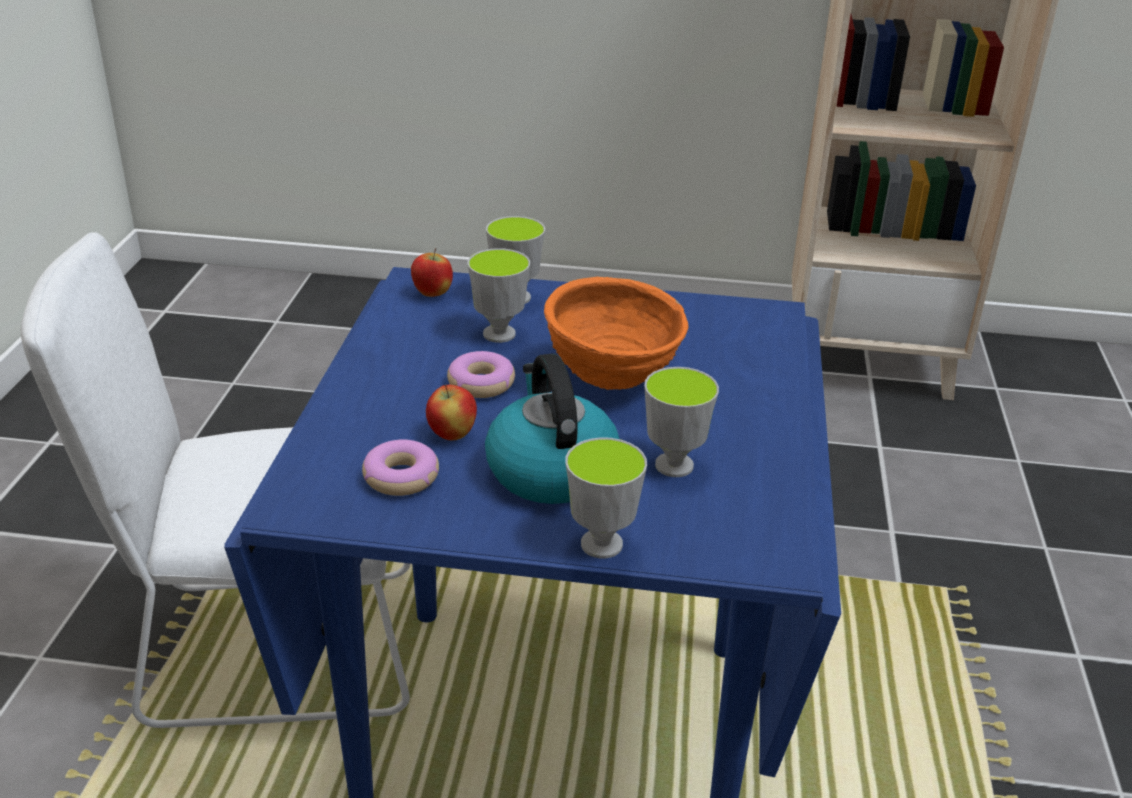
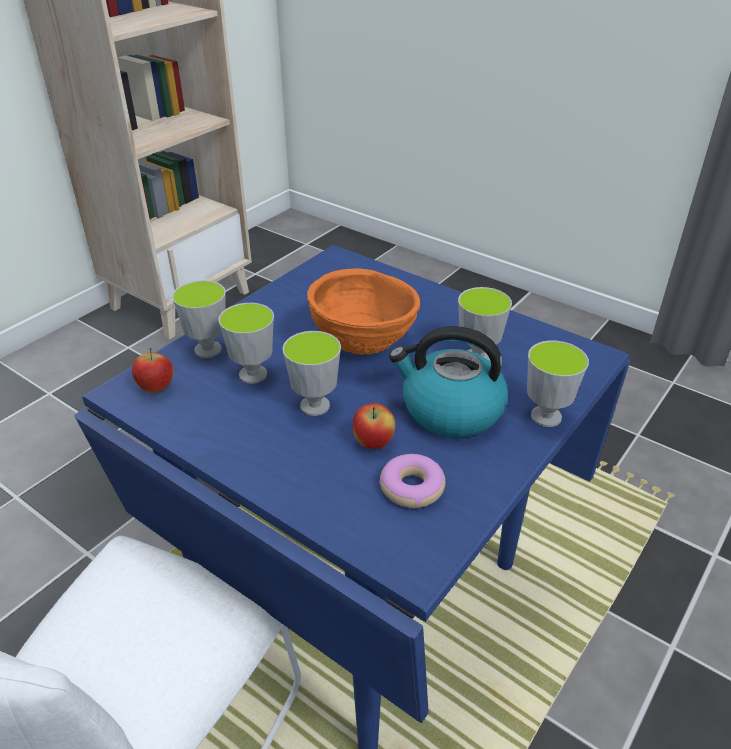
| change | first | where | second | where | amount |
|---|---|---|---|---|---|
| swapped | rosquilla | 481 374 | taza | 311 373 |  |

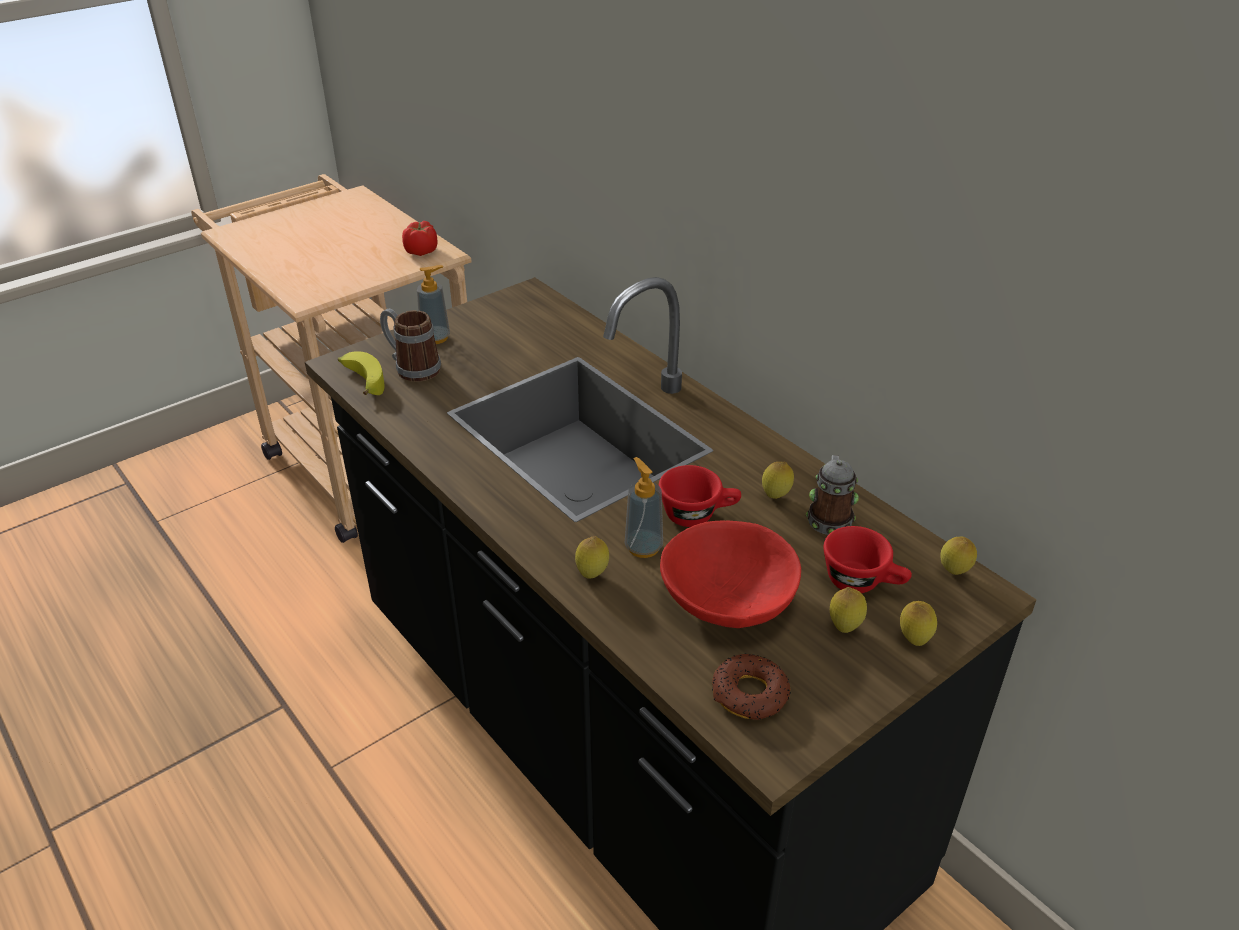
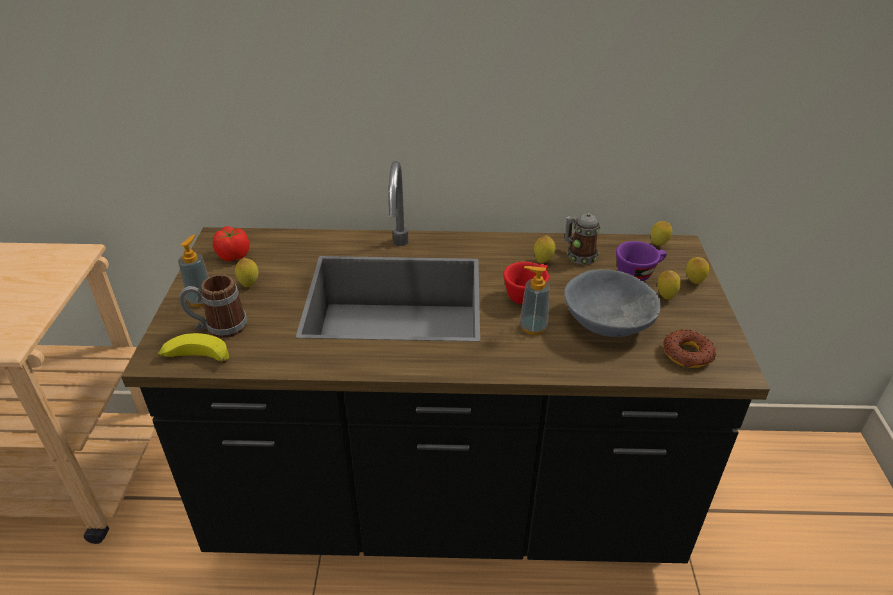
| change | first | where | second | where | amount |
|---|---|---|---|---|---|
| shifted | tomate | 420 238 |  | 231 243 |  |
| shifted | limón | 592 557 |  | 247 272 |  |
| repainted | cuenco [rojo] | 730 574 | cuenco [gris] | 612 303 |  |
| repainted | taza [rojo] | 868 559 | taza [morado] | 641 261 |  |

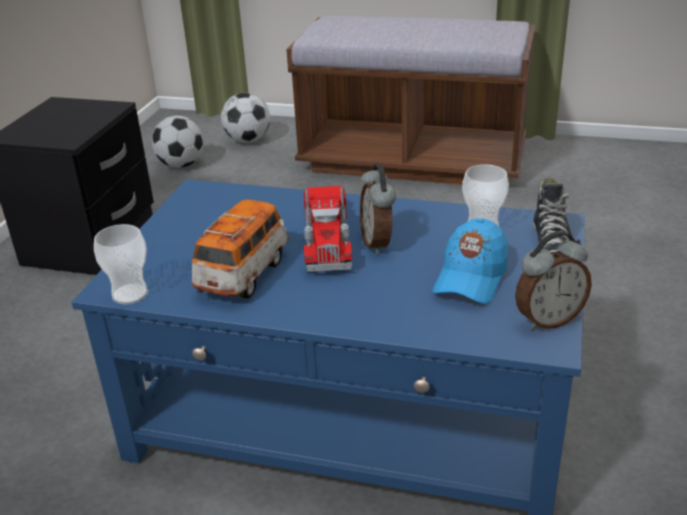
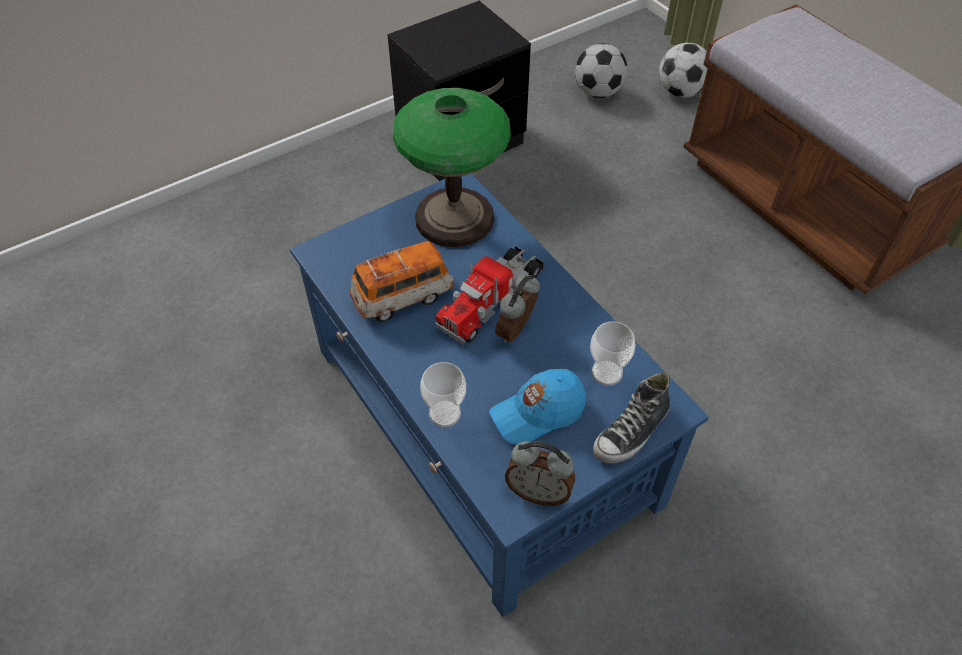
| change | first | where | second | where | amount |
|---|---|---|---|---|---|
| new |  |  | lámpara de mesa | 452 167 |  |
| shifted | taza | 121 264 |  | 443 394 |  |

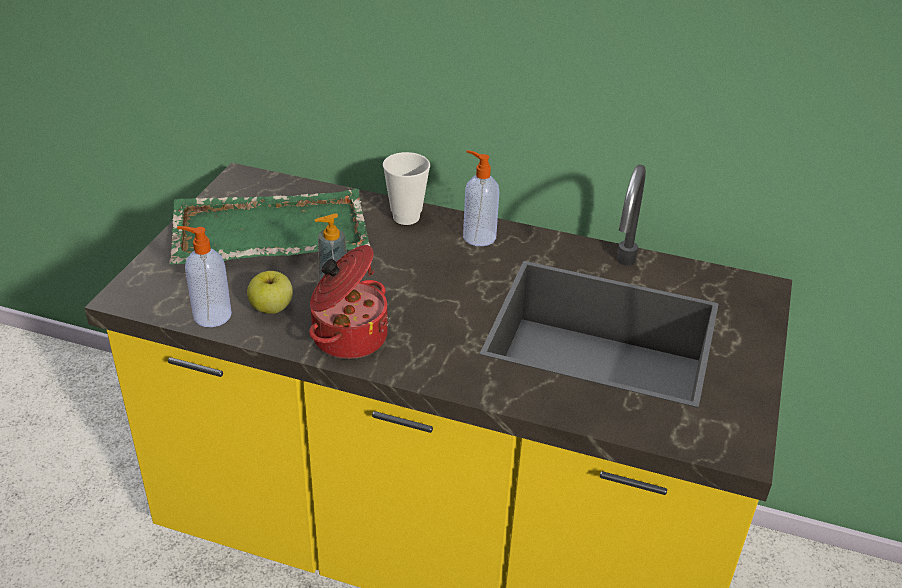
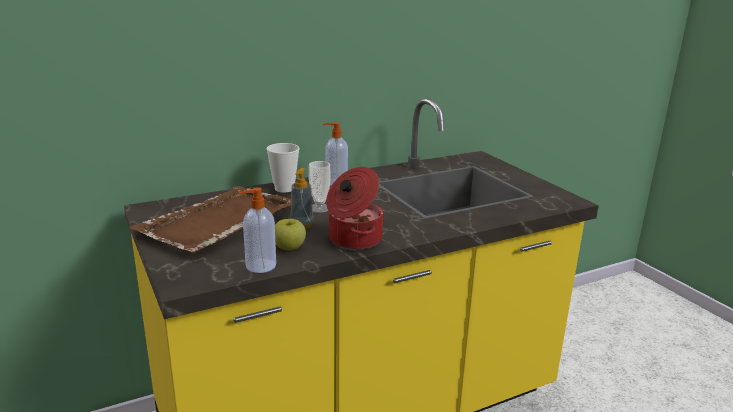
| change | first | where | second | where | amount |
|---|---|---|---|---|---|
| new |  |  | taza | 320 187 |  |
| repainted | bandeja [verde] | 269 227 | bandeja [marrón] | 210 219 |  |

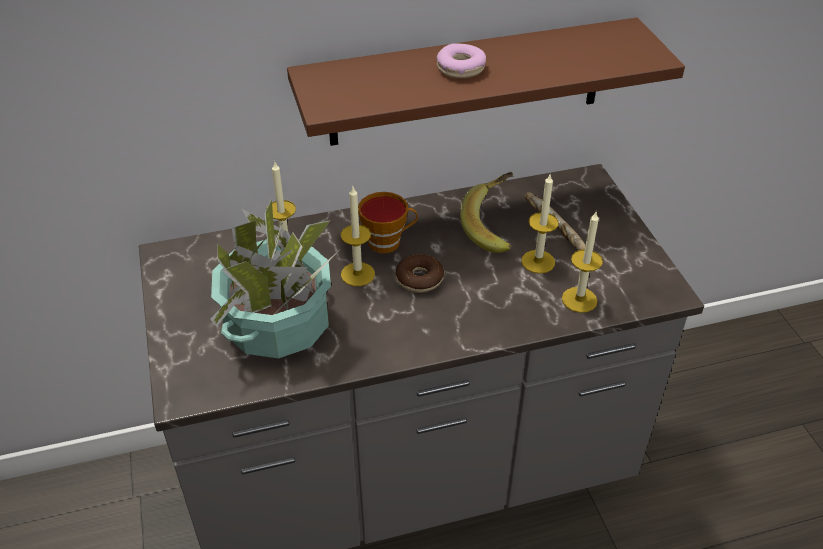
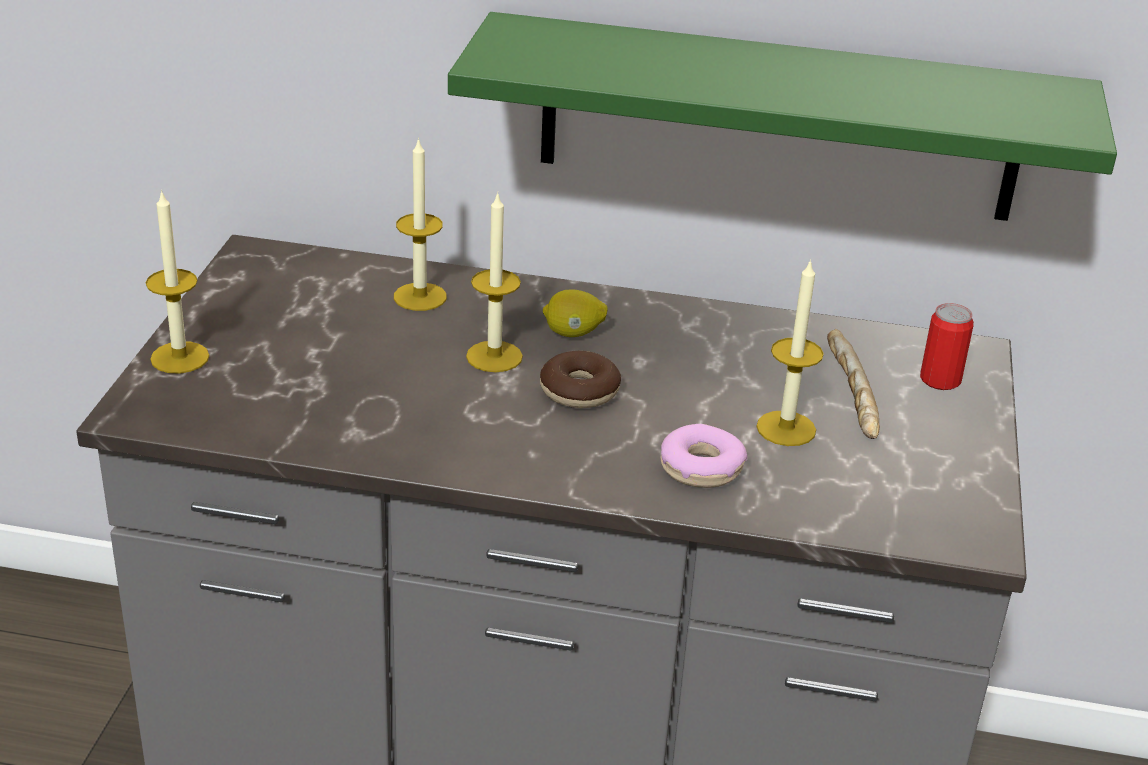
| change | first | where | second | where | amount |
|---|---|---|---|---|---|
| gone | planta en maceta | 273 278 |  |  |  |
| gone | plátano | 486 212 |  |  |  |
| new |  |  | lata | 947 346 |  |
| shifted | rosquilla | 461 61 |  | 704 456 |  |
| shifted | vela | 582 262 |  | 177 282 |  |
| swapped | taza | 388 222 | limón | 575 313 |  |
| repainted | estante [marrón] | 486 82 | estante [verde] | 782 116 |  |

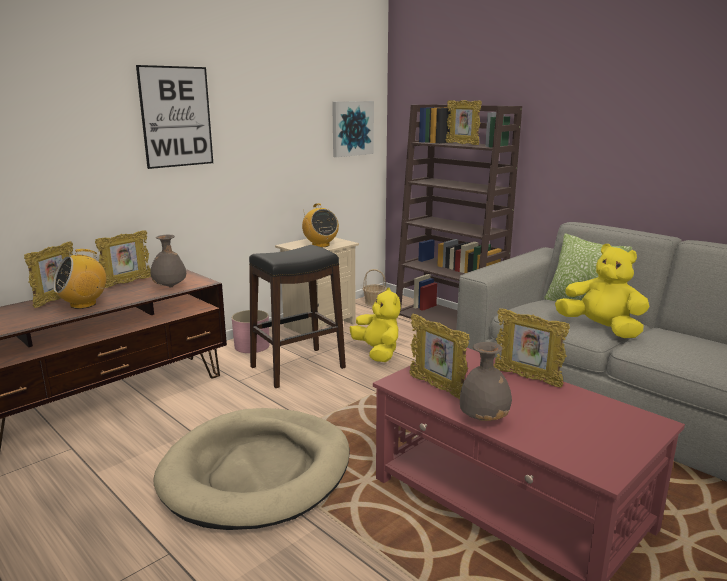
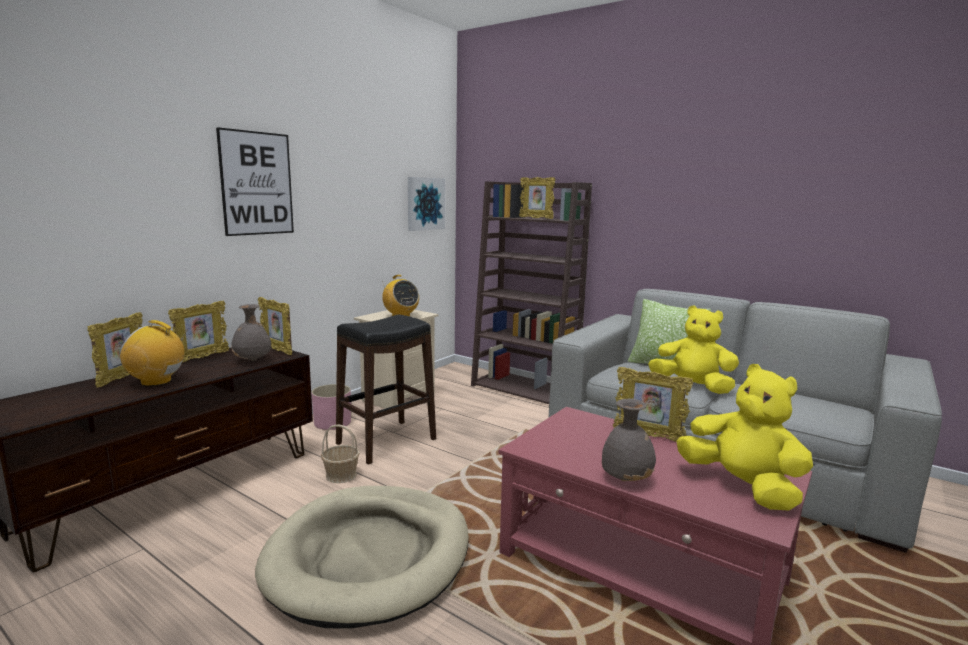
| change | first | where | second | where | amount |
|---|---|---|---|---|---|
| shifted | peluche [amarillo] | 375 324 |  | 744 437 |  |
| shifted | cesta | 375 287 |  | 340 453 |  |
| shifted | portarretratos | 439 356 |  | 275 326 |  |
| rotated | radio | 80 279 |  | 153 353 | 60 degrees clockwise |

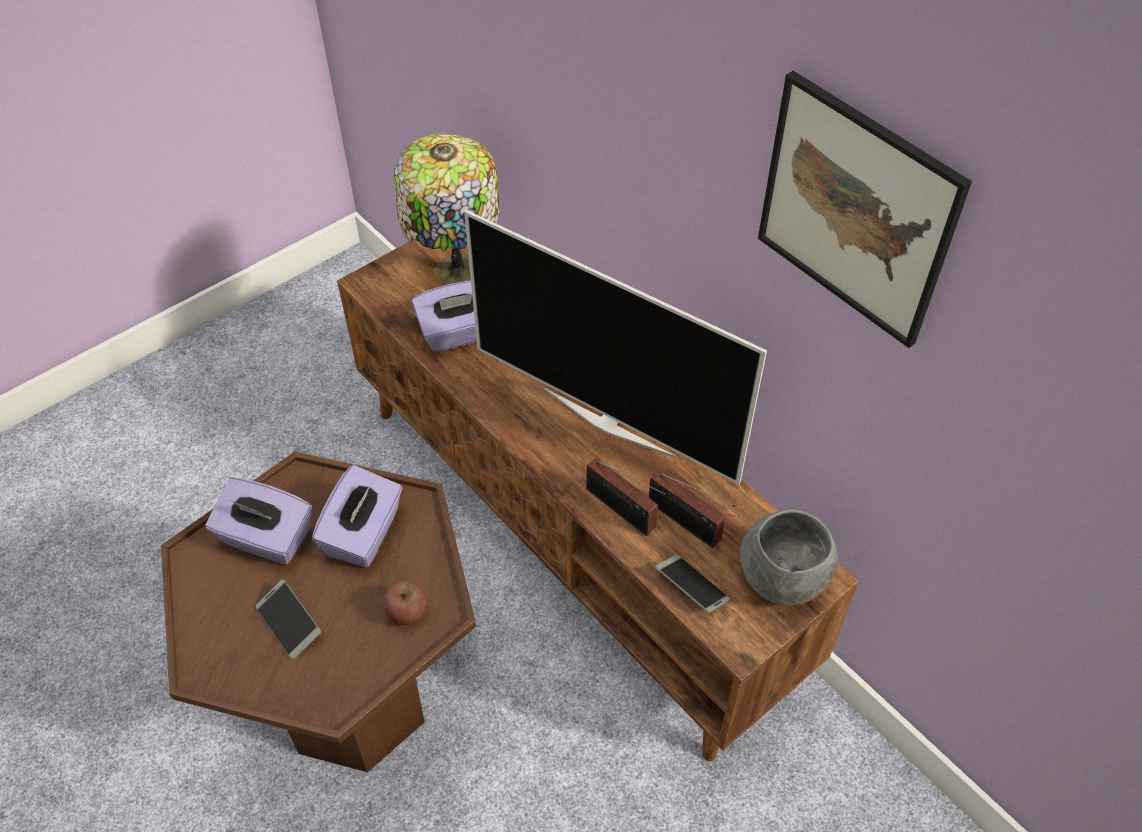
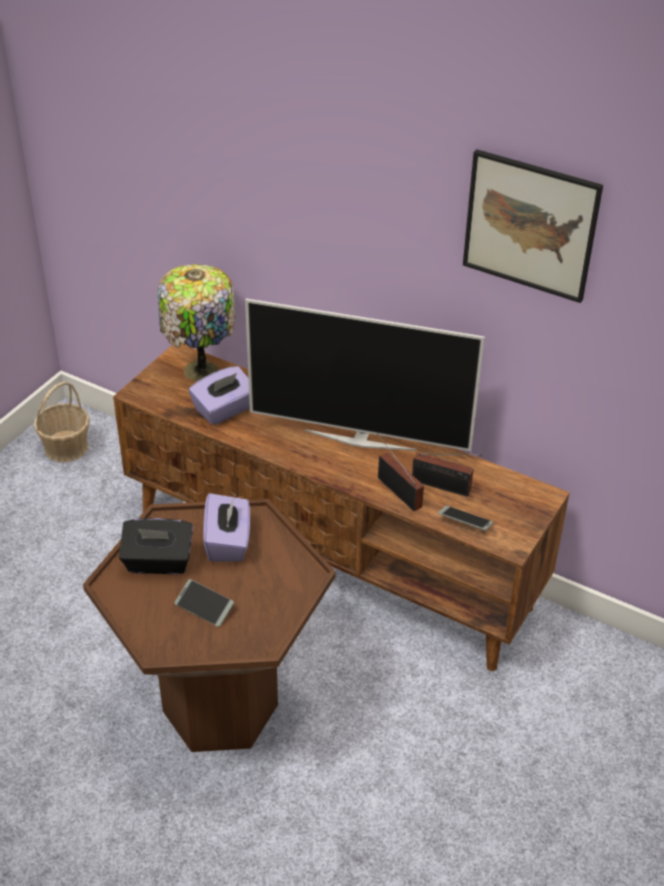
| change | first | where | second | where | amount |
|---|---|---|---|---|---|
| gone | manzana | 405 603 |  |  |  |
| gone | cuenco [gris] | 789 557 |  |  |  |
| new |  |  | cesta | 62 421 |  |
| repainted | caja de pañuelos [morado] | 259 521 | caja de pañuelos [negro] | 156 546 |  |
| rotated | radio | 626 497 |  | 400 472 | 150 degrees counterclockwise |

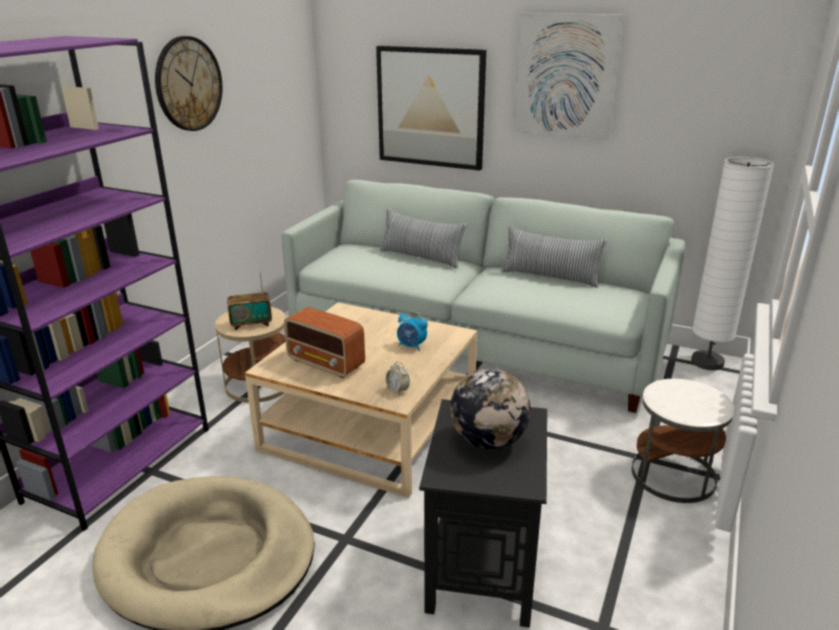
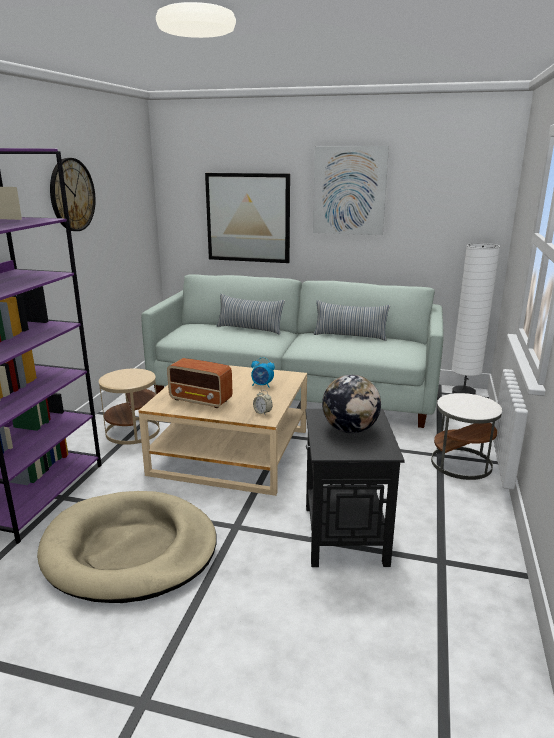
| change | first | where | second | where | amount |
|---|---|---|---|---|---|
| gone | radio | 249 301 |  |  |  |

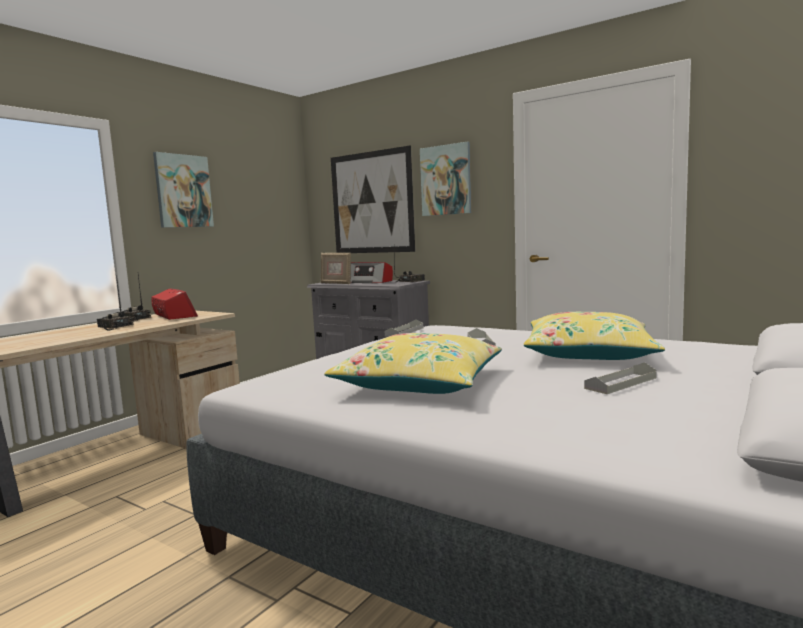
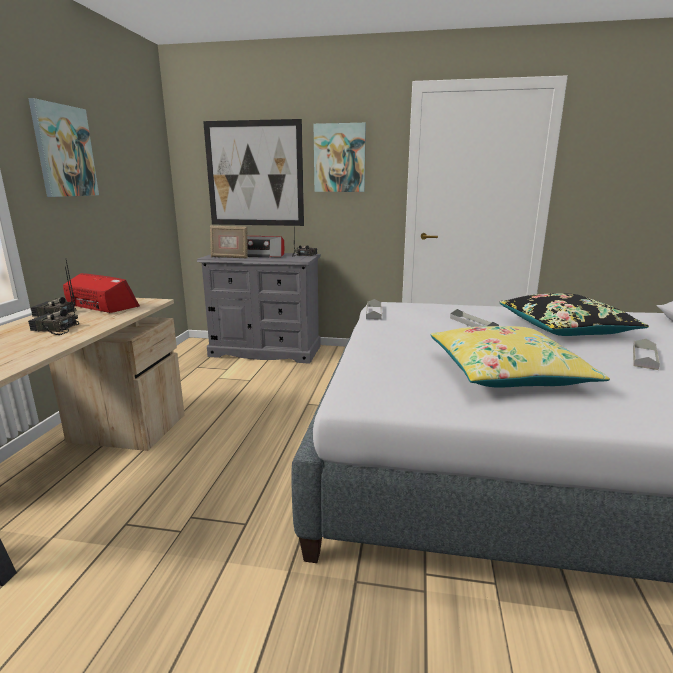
| change | first | where | second | where | amount |
|---|---|---|---|---|---|
| repainted | cojín [amarillo] | 594 336 | cojín [negro] | 574 314 |  |

